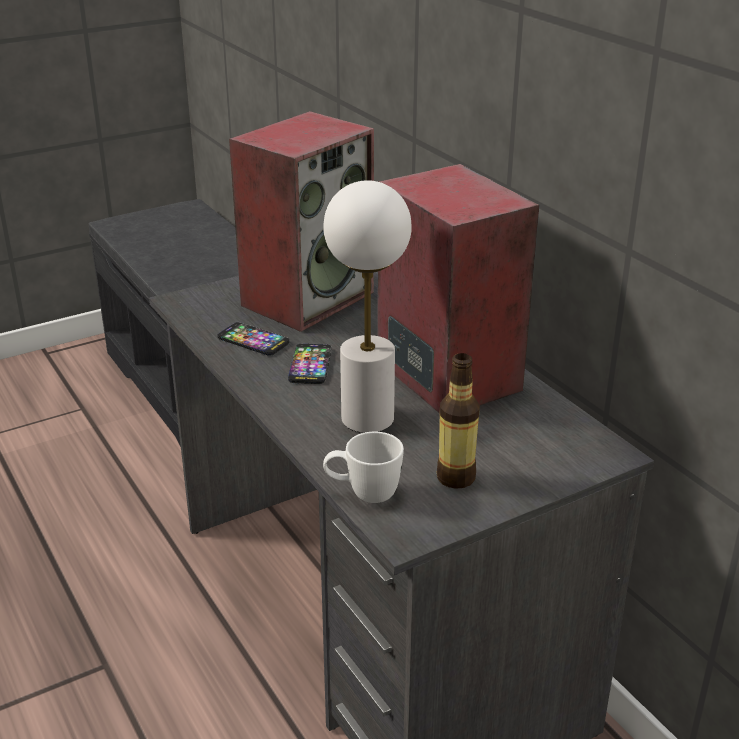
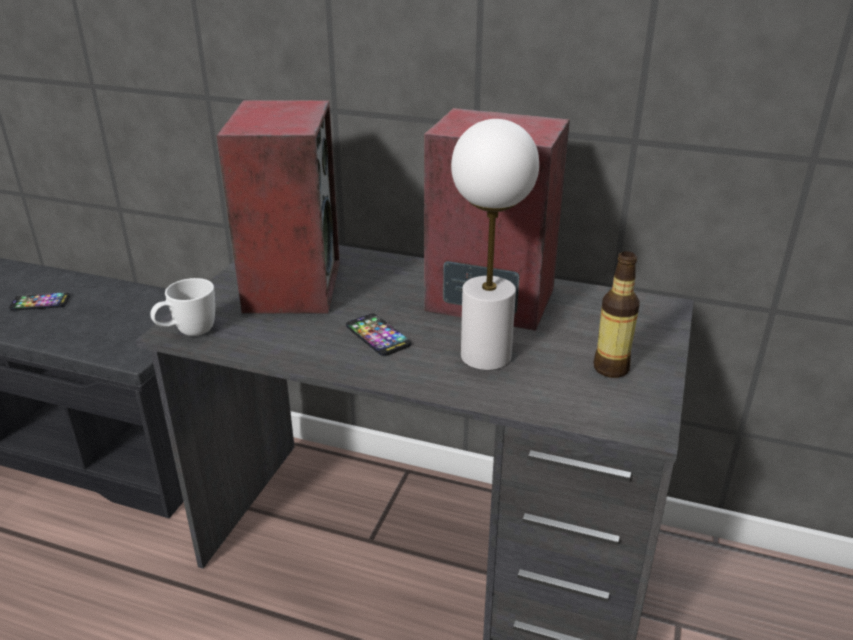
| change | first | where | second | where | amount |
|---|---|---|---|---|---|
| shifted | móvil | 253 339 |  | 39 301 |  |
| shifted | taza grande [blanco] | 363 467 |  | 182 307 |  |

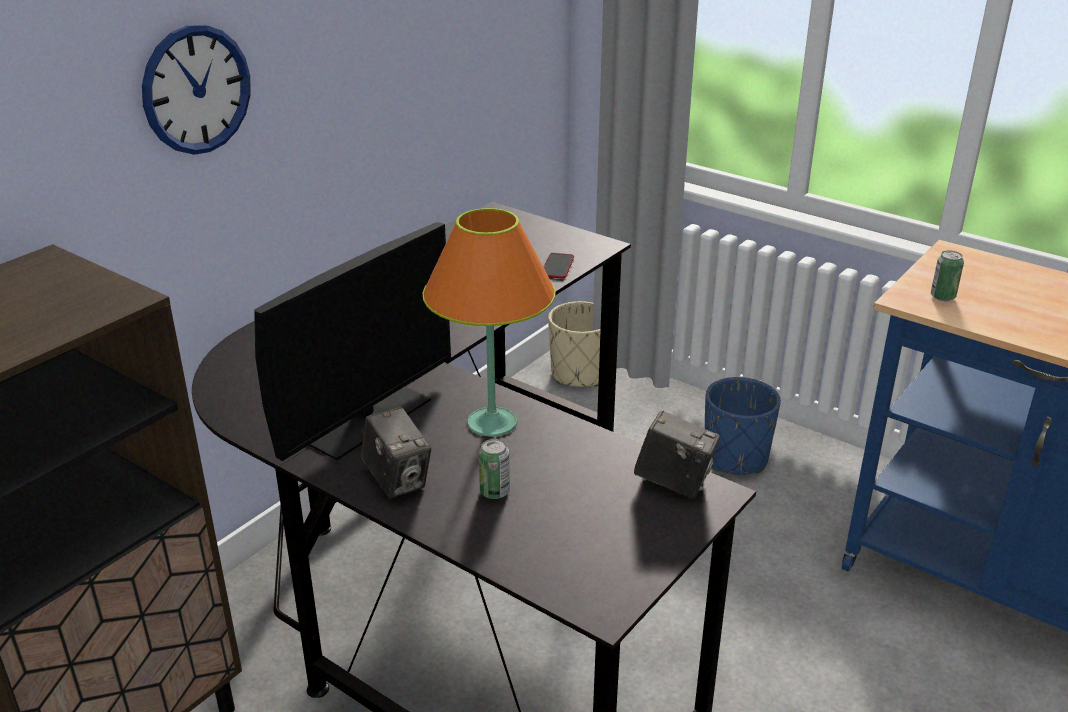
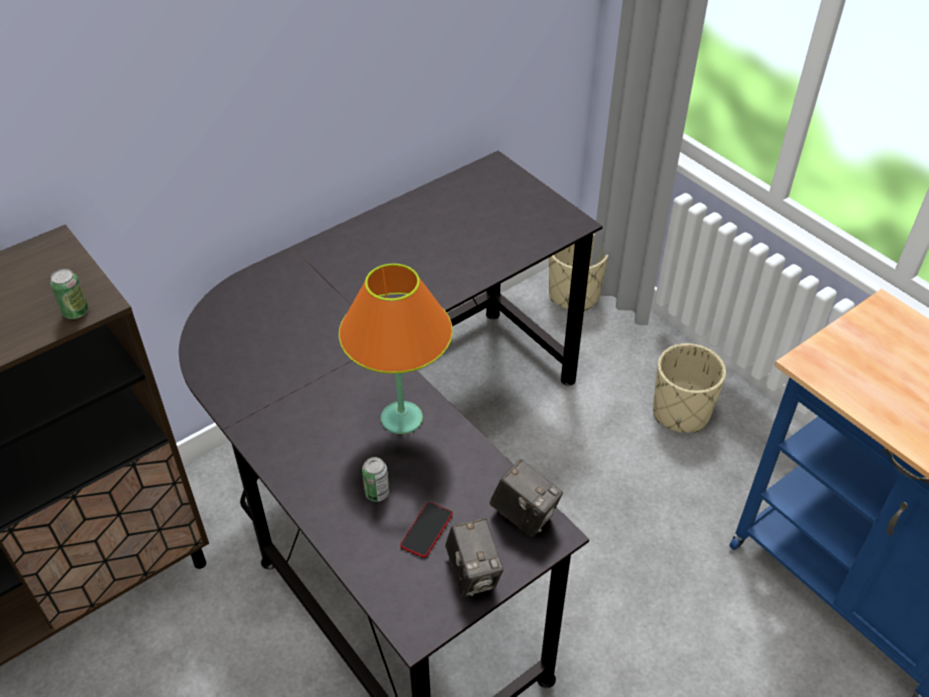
| change | first | where | second | where | amount |
|---|---|---|---|---|---|
| gone | reloj de pared | 196 89 |  |  |  |
| gone | monitor | 352 341 |  |  |  |
| shifted | cámara | 396 452 |  | 474 557 |  |
| shifted | móvil | 559 266 |  | 426 530 |  |
| shifted | lata | 947 275 |  | 69 294 |  |
| repainted | maceta [azul] | 743 426 | maceta [beis] | 689 388 |  |

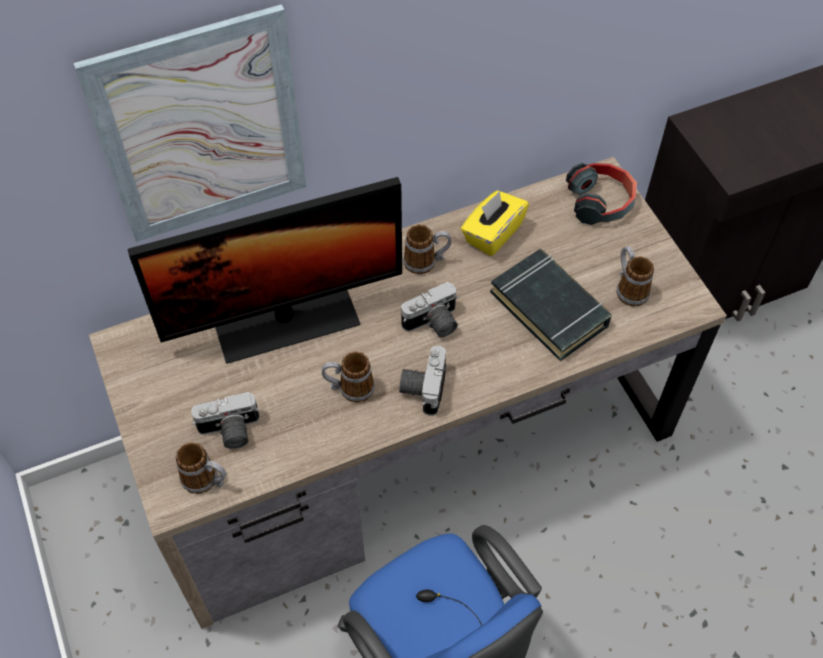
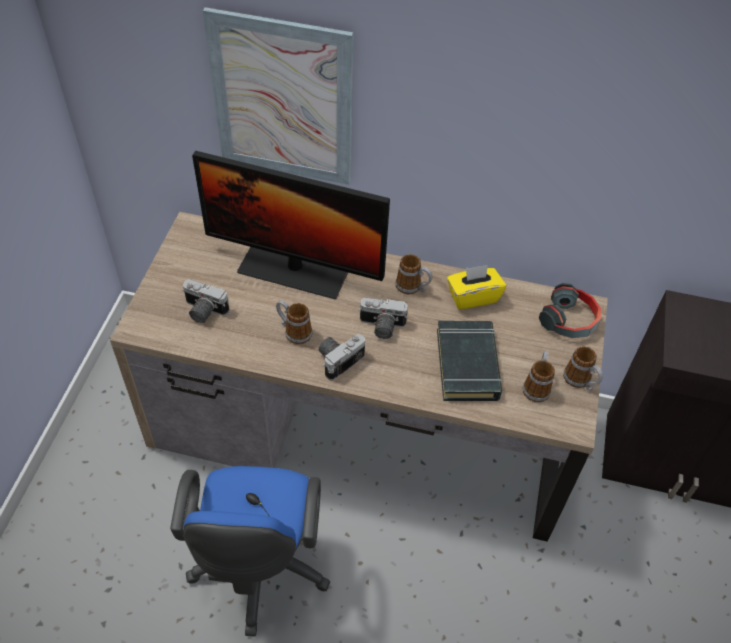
| change | first | where | second | where | amount |
|---|---|---|---|---|---|
| shifted | taza grande | 201 468 |  | 583 368 |  |

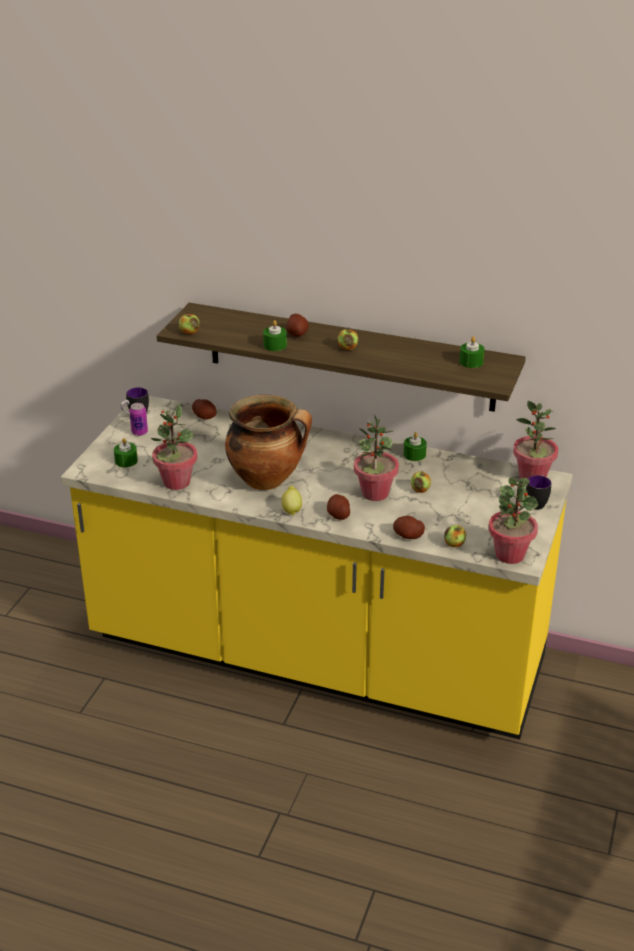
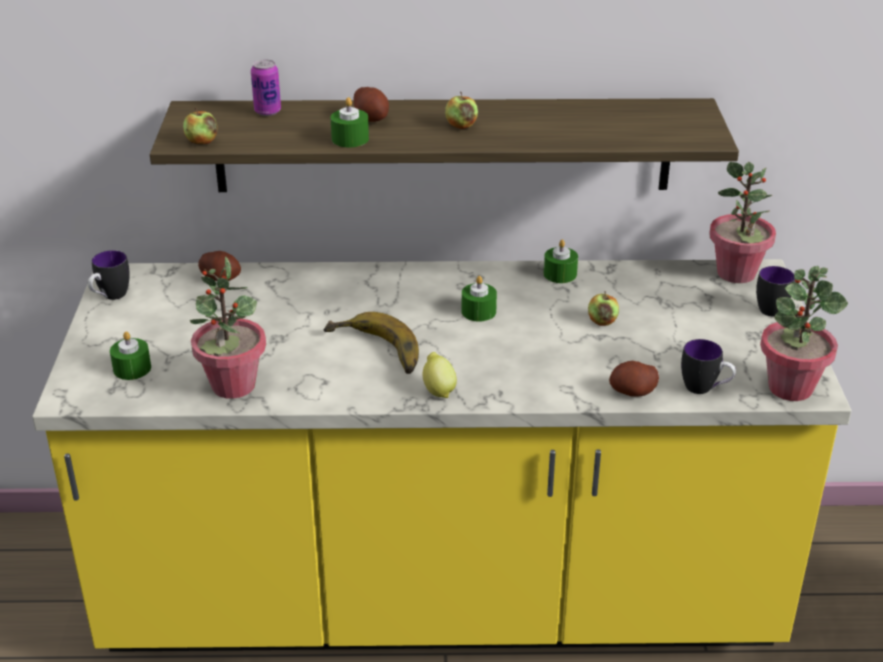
| change | first | where | second | where | amount |
|---|---|---|---|---|---|
| gone | patata | 338 507 |  |  |  |
| gone | planta en maceta | 376 457 |  |  |  |
| shifted | lata | 138 419 |  | 266 88 |  |
| shifted | vela [verde] | 472 352 |  | 479 298 |  |
| swapped | olla | 268 442 | plátano | 371 343 |  |
| swapped | manzana | 455 536 | taza grande | 708 366 |  |

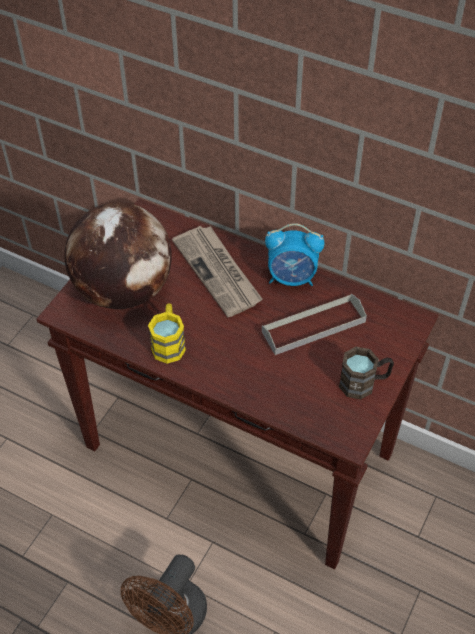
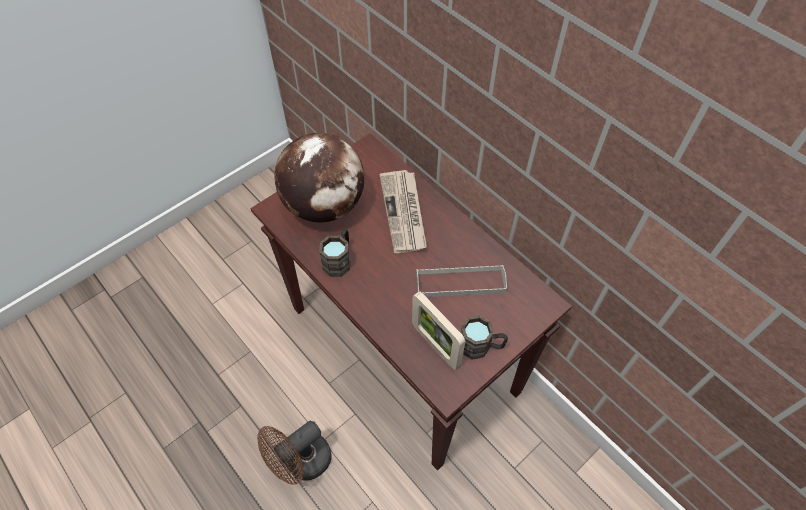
| change | first | where | second | where | amount |
|---|---|---|---|---|---|
| gone | despertador | 295 254 |  |  |  |
| new |  |  | portarretratos | 438 330 |  |
| repainted | taza grande [amarillo] | 167 333 | taza grande [marrón] | 334 252 |  |

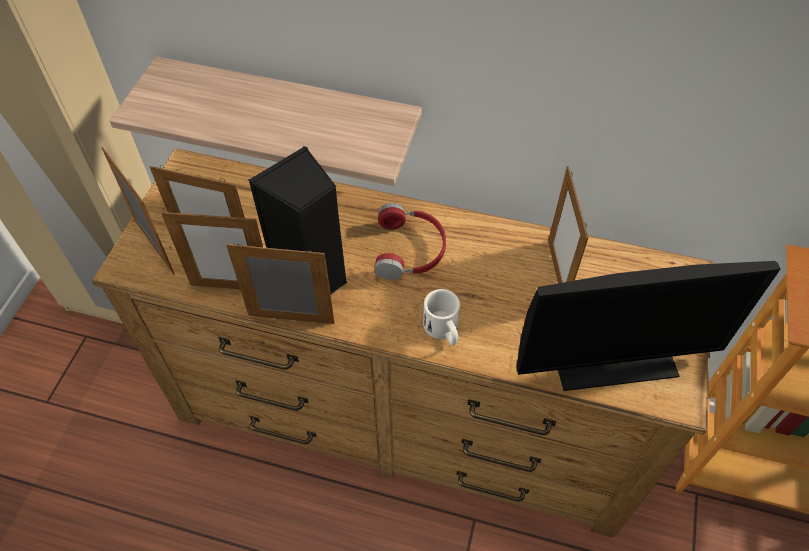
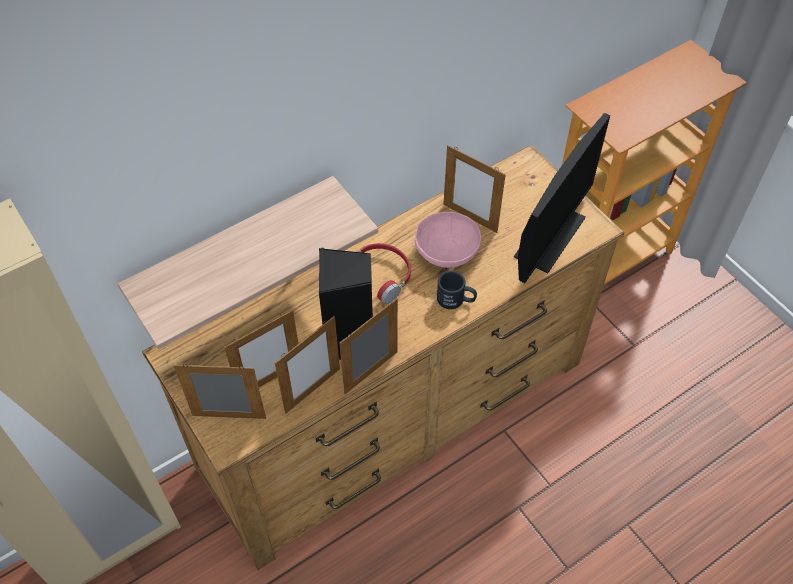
| change | first | where | second | where | amount |
|---|---|---|---|---|---|
| new |  |  | cuenco [rosa] | 448 240 |  |
| repainted | taza grande [blanco] | 441 317 | taza grande [negro] | 457 290 |  |

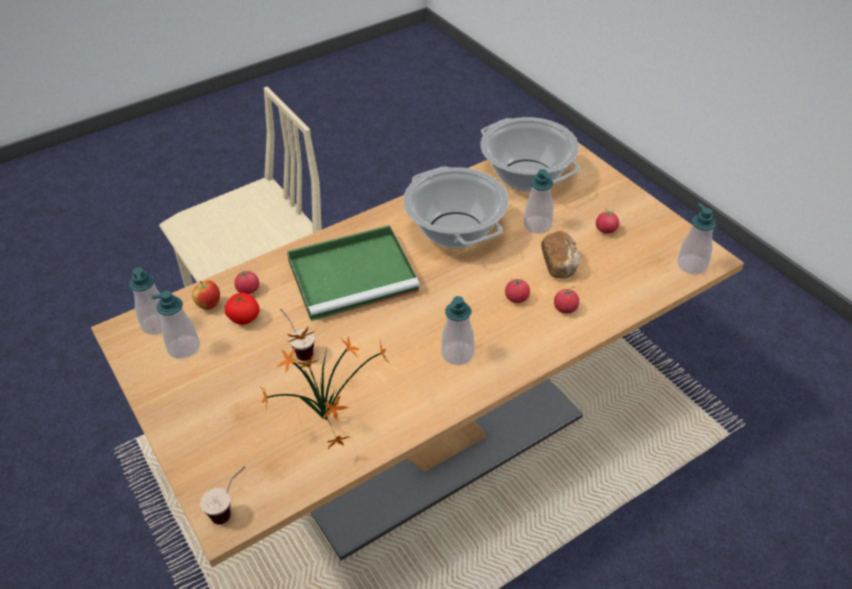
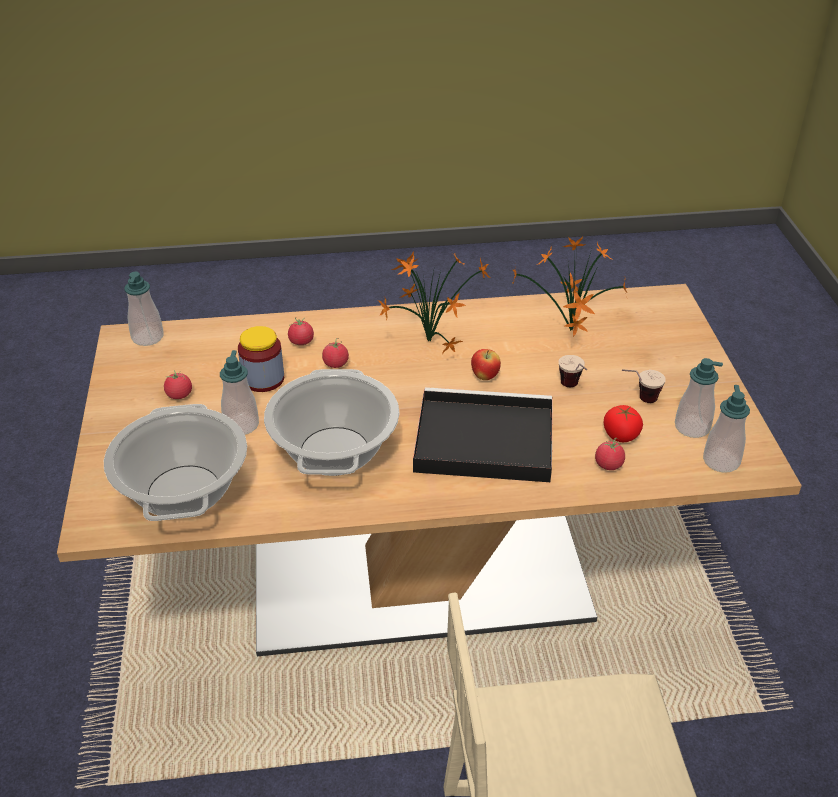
| change | first | where | second | where | amount |
|---|---|---|---|---|---|
| shifted | manzana | 206 295 |  | 486 364 |  |
| shifted | taza | 222 495 |  | 644 386 |  |
| swapped | dispensador de jabón | 457 330 | planta en maceta | 434 302 |  |
| swapped | pan | 560 255 | tarro | 261 359 |  |
| repainted | bandeja [verde] | 353 273 | bandeja [negro] | 483 434 |  |

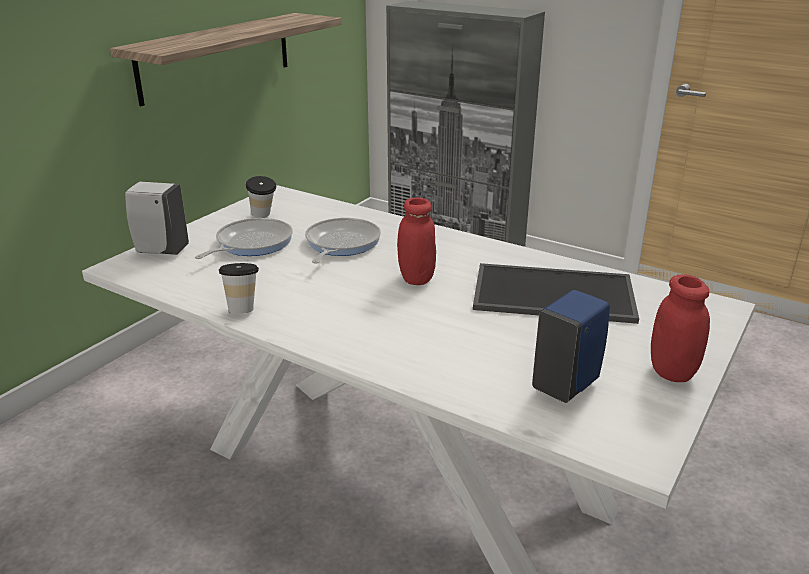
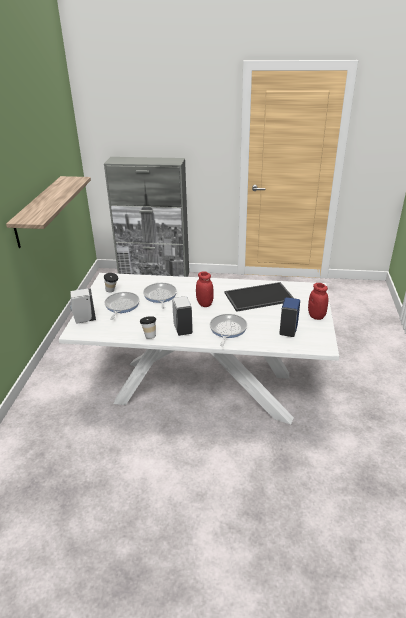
| change | first | where | second | where | amount |
|---|---|---|---|---|---|
| new |  |  | dispensador de jabón [blanco] | 182 316 |  |
| new |  |  | sartén | 228 330 |  |

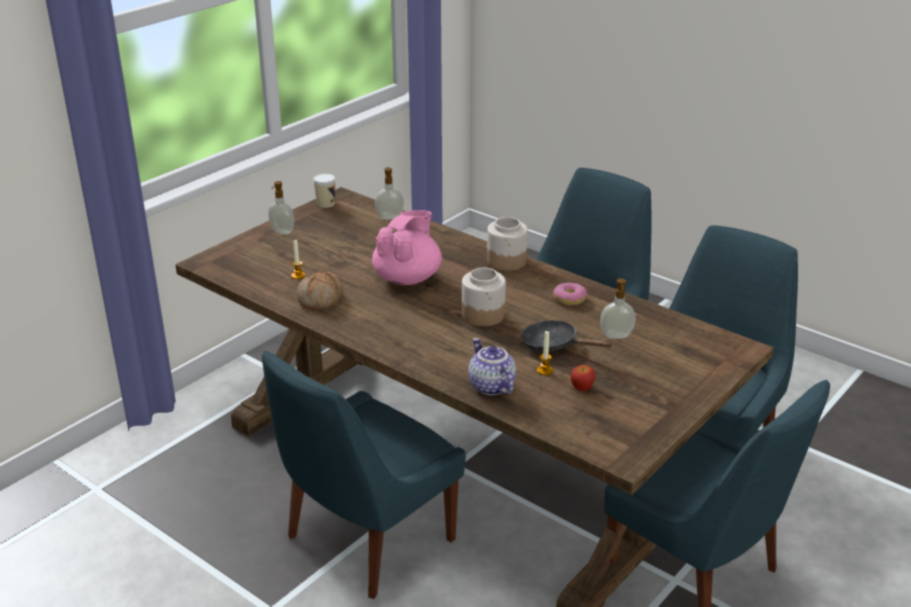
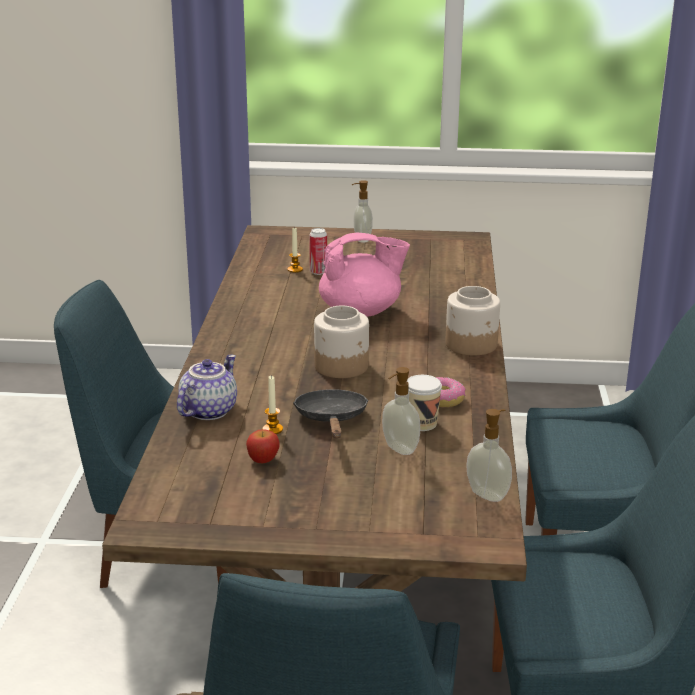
| change | first | where | second | where | amount |
|---|---|---|---|---|---|
| gone | pan | 320 290 |  |  |  |
| new |  |  | lata | 318 251 |  |
| shifted | taza | 324 191 |  | 424 403 |  |
| shifted | dispensador de jabón | 389 193 |  | 489 455 |  |

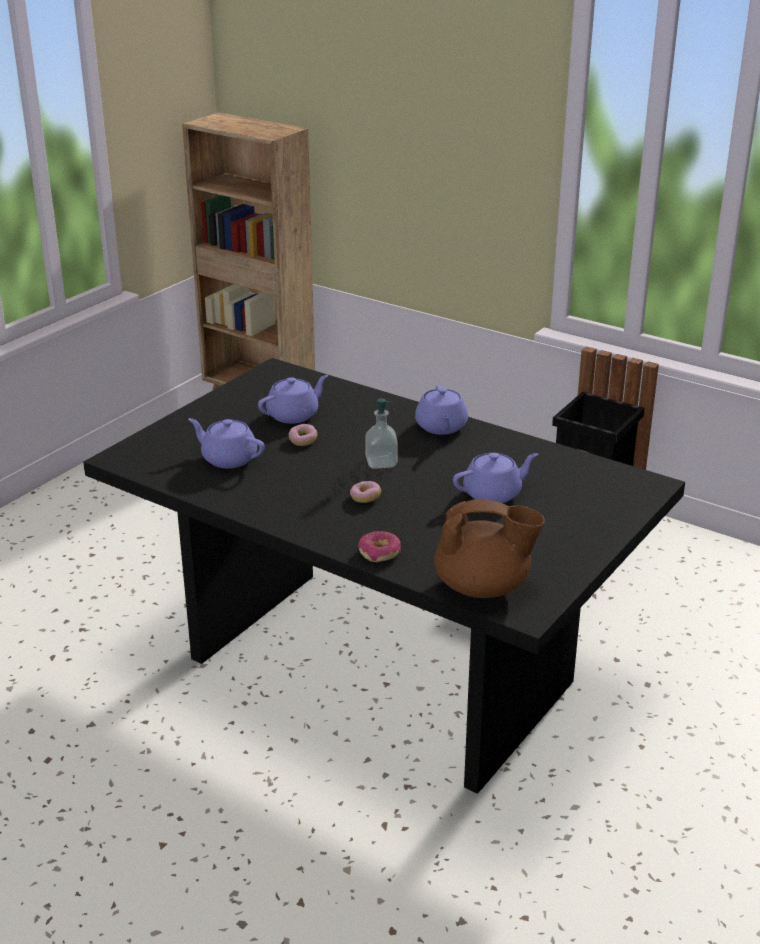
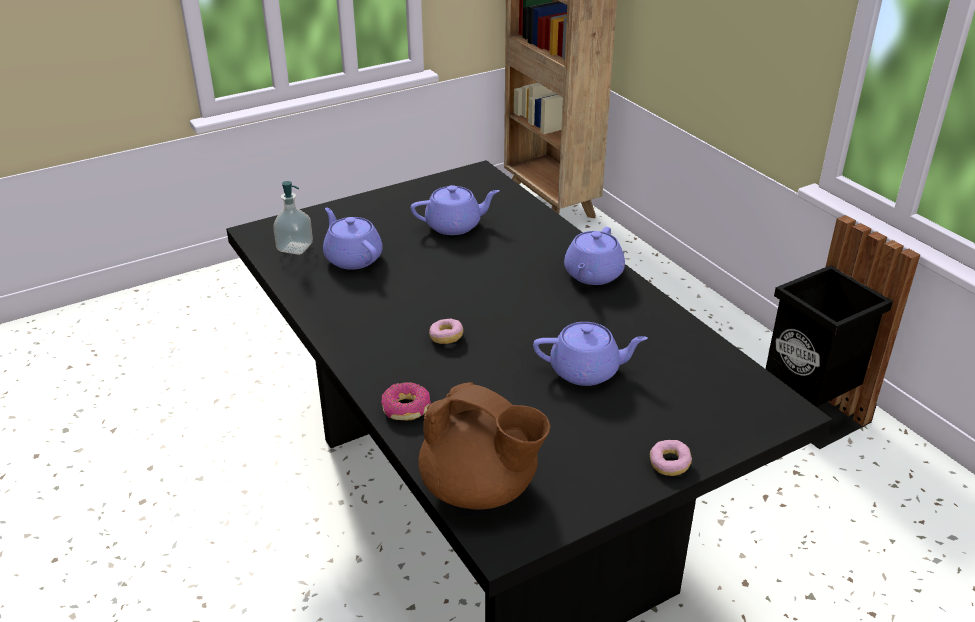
| change | first | where | second | where | amount |
|---|---|---|---|---|---|
| shifted | rosquilla | 303 435 |  | 671 458 |  |
| shifted | dispensador de jabón | 381 433 |  | 293 218 |  |

